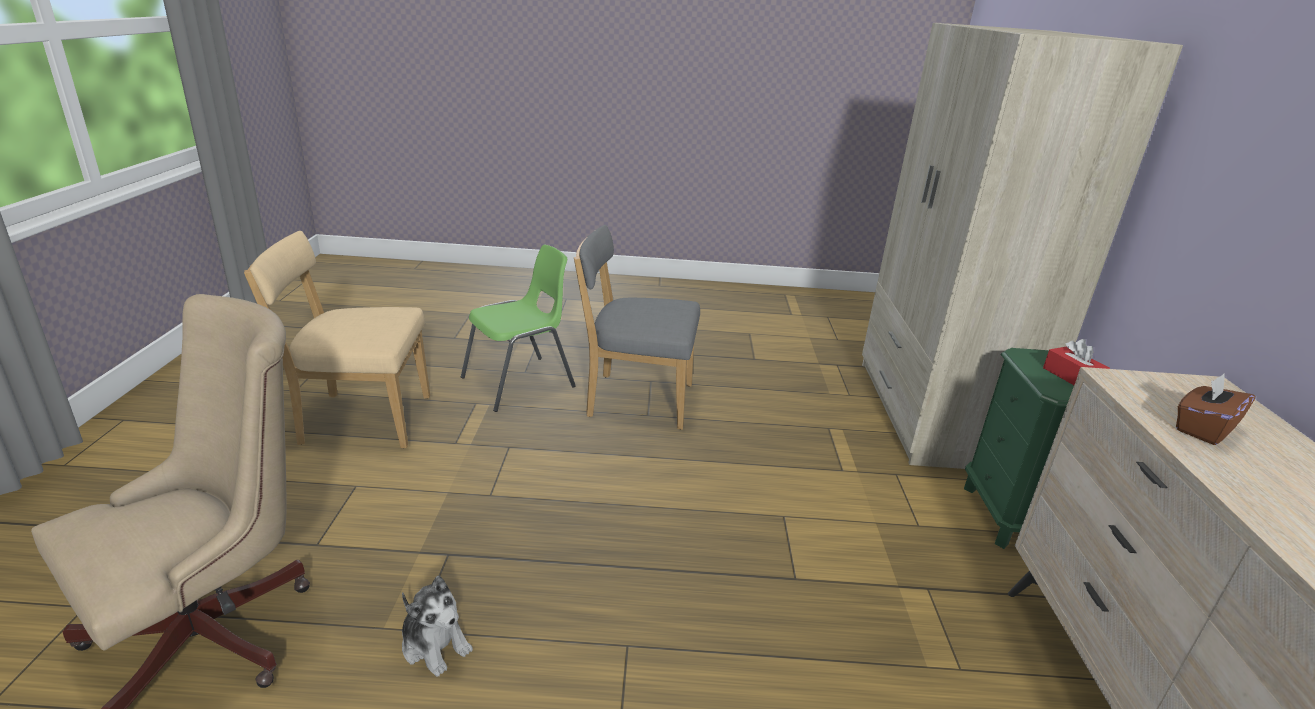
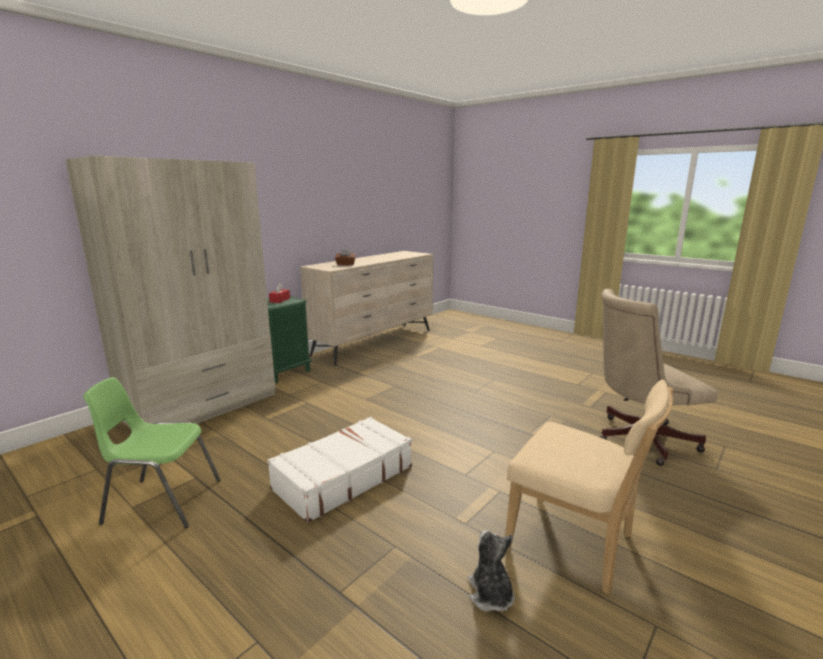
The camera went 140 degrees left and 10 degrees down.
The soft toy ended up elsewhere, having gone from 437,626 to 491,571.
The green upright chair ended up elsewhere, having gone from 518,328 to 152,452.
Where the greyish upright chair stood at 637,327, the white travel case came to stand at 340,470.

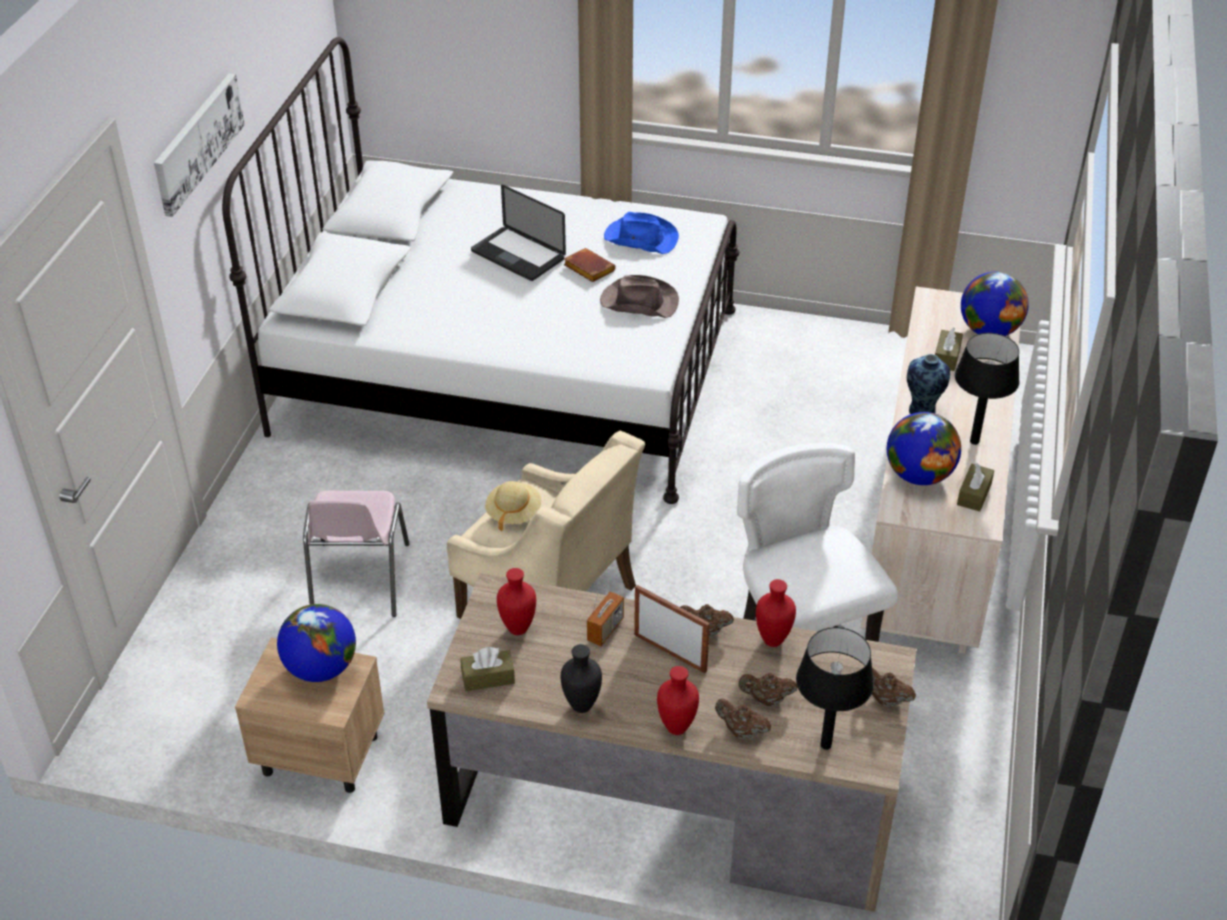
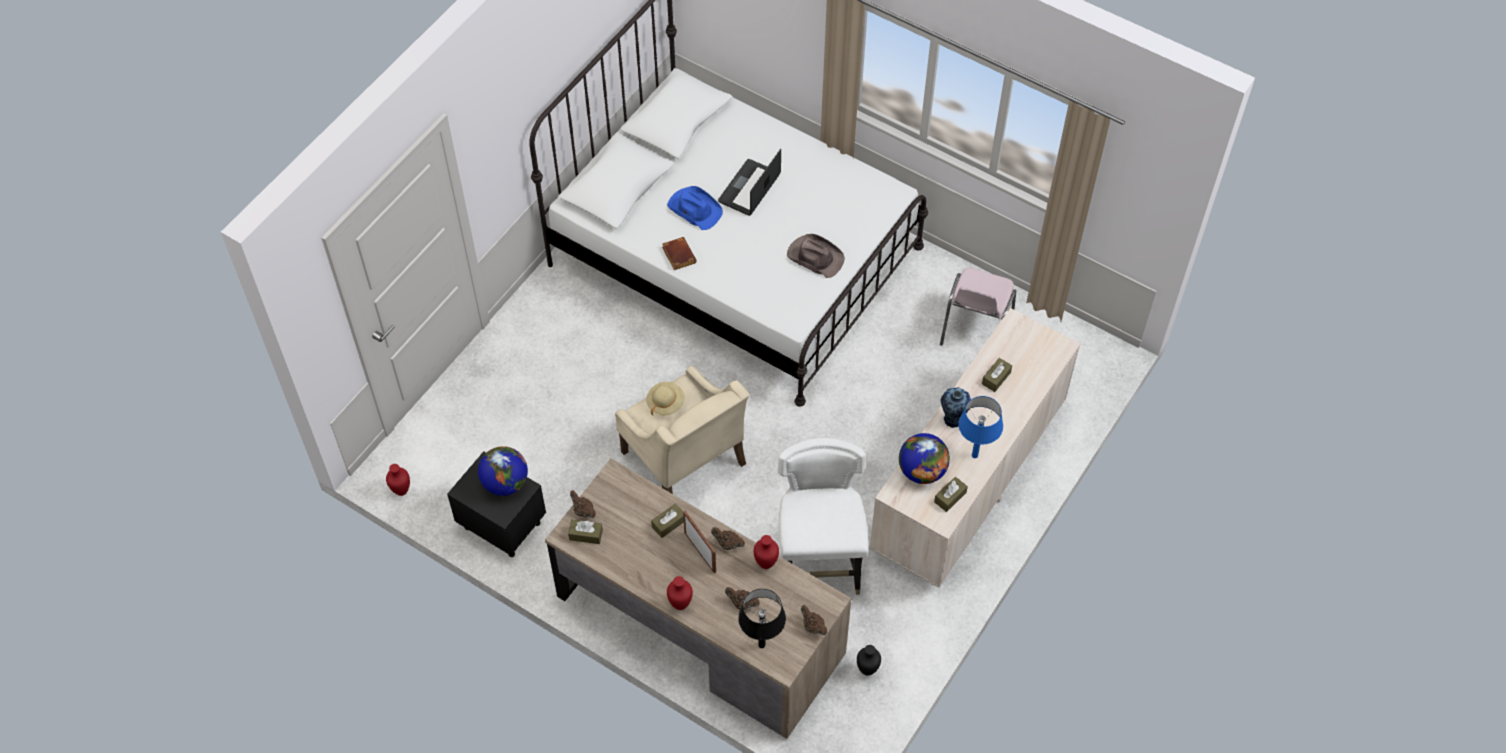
The camera went 20 degrees right and 15 degrees up.
The second view lost the wall art at 199,145.
The second view lost the globe at 995,304.
The pinkish upright chair ended up elsewhere, having gone from 356,554 to 978,307.
The reddish decorative vase ended up elsewhere, having gone from 516,601 to 398,480.
The blackish decorative vase ended up elsewhere, having gone from 581,678 to 869,660.
The brownish volume ended up elsewhere, having gone from 590,265 to 679,253.
The blue clothing hat ended up elsewhere, having gone from 641,233 to 695,208.
The brownish teapot ended up elsewhere, having gone from 743,719 to 583,504.
Where the radio set stood at 605,610, the brownish box of tissues came to stand at 667,521.
What was the sand-coloured nightstand at 310,715 turned into the blackish nightstand at 496,504.
What was the blackish lamp for a table at 987,389 turned into the blue lamp for a table at 980,427.
The notebook computer at 518,233 ended up facing another way, 60 degrees clockwise from before.

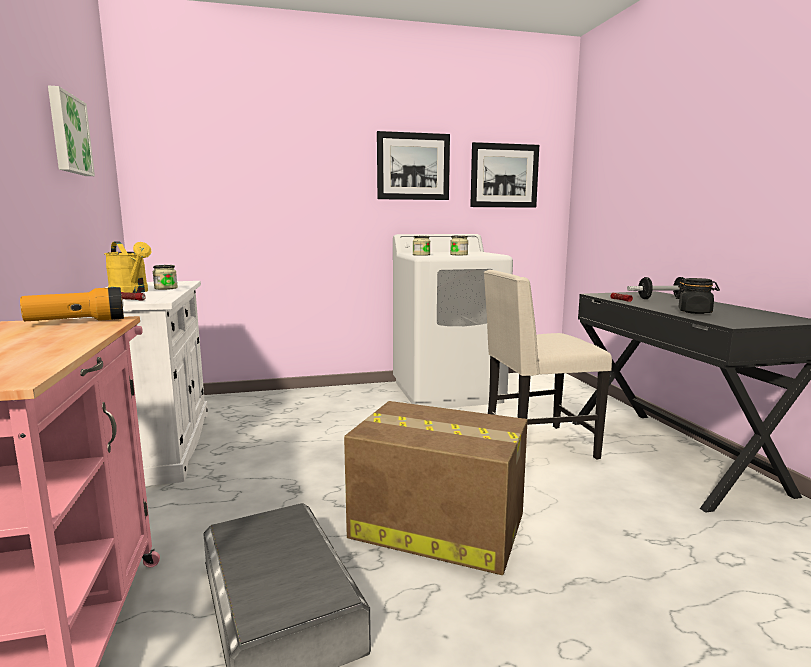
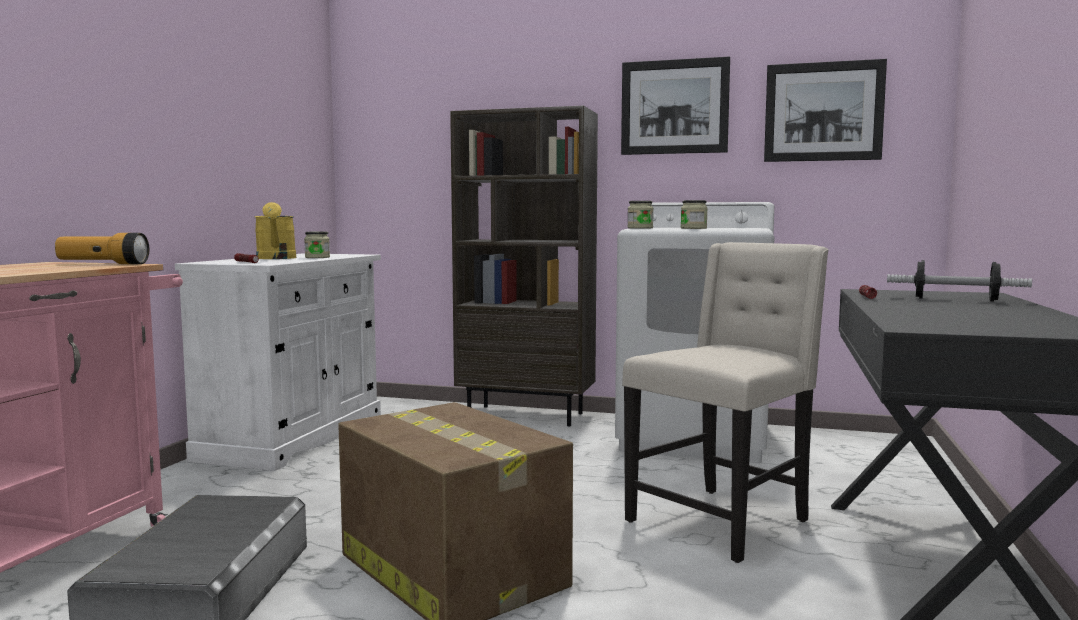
The camera went 30 degrees right and 5 degrees down.
The second view lost the wall art at 71,130.
The second view lost the blackish preserve jar at 698,296.
The second view gained the brownish shelving unit at 524,266.
The sand-coloured upright chair at 548,365 ended up facing another way, 120 degrees clockwise from before.

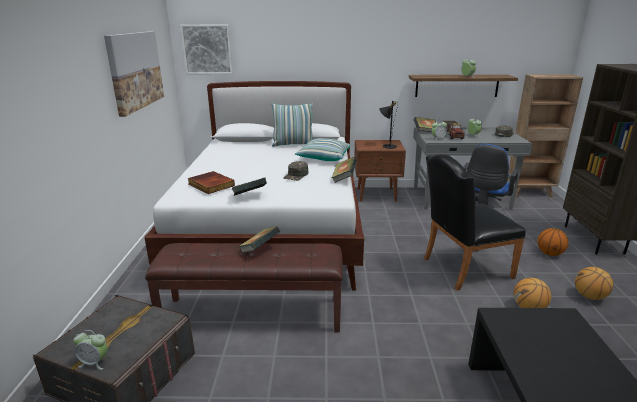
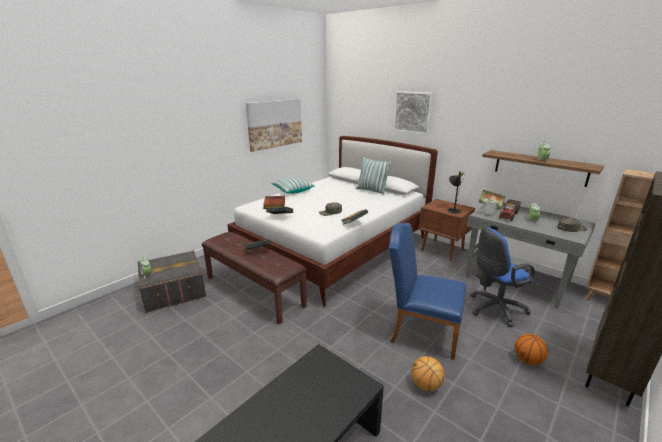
The camera went 40 degrees right and 0 degrees up.
The second view lost the ball for basketball at 594,283.
The wall art ended up elsewhere, having gone from 206,49 to 413,113.
The pillow ended up elsewhere, having gone from 323,149 to 293,185.
What was the blackish upright chair at 475,222 turned into the blue upright chair at 427,291.

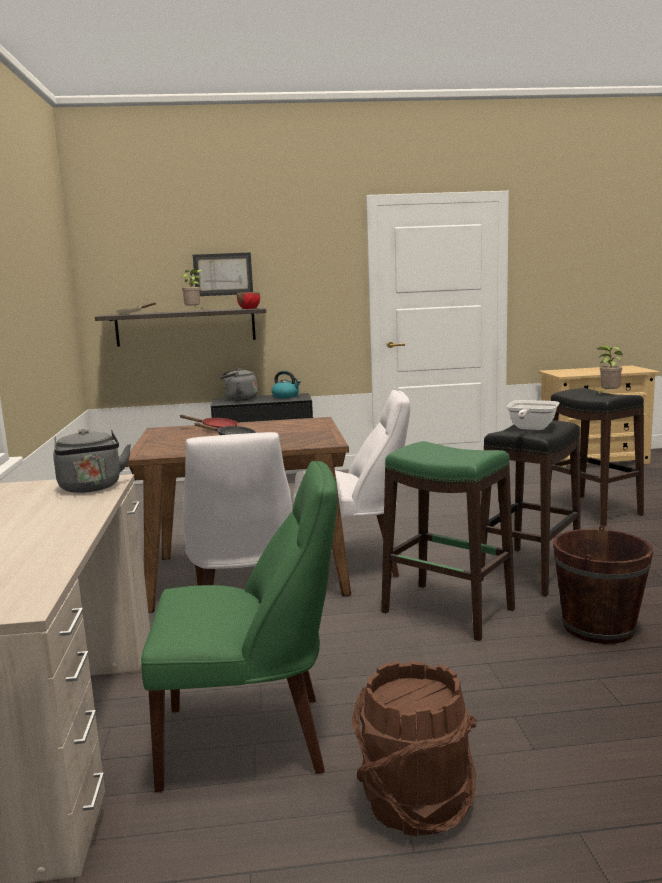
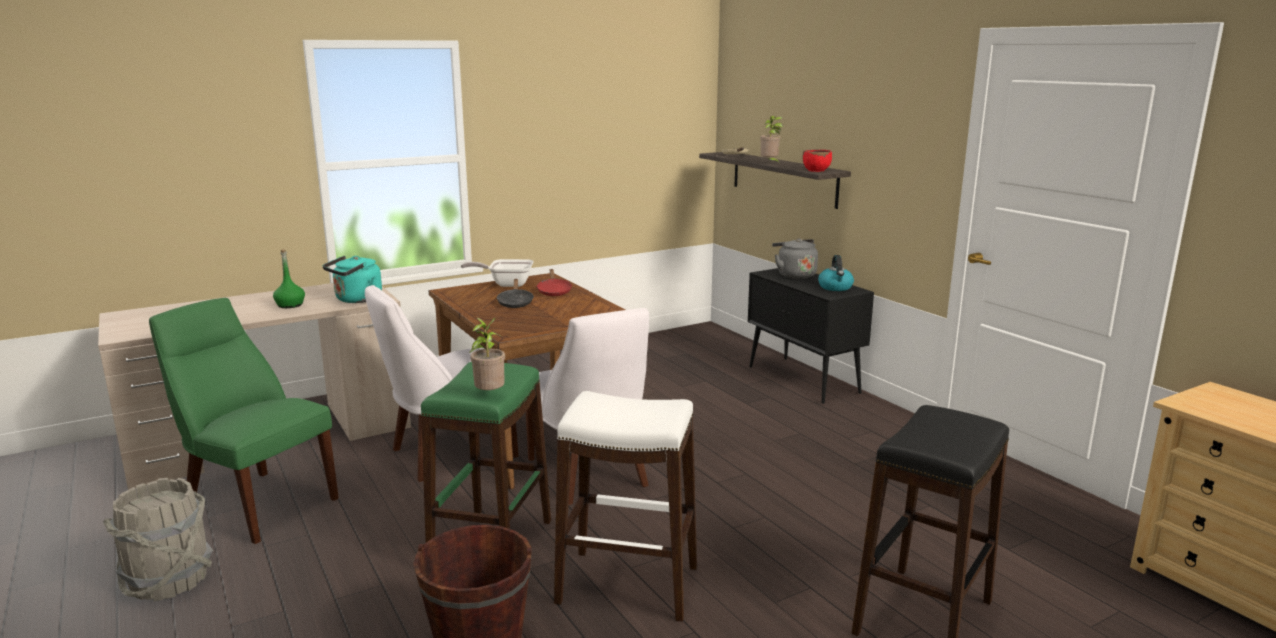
The camera went 65 degrees right and 5 degrees up.
The second view lost the wall art at 223,274.
The second view gained the green beverage bottle at 289,278.
The pan ended up elsewhere, having gone from 533,415 to 497,273.
The plant in a pot ended up elsewhere, having gone from 609,370 to 487,354.
What was the greyish kettle at 92,461 turned into the blue-green kettle at 352,279.
What was the brownish water bucket at 414,748 turned into the greyish water bucket at 158,540.
What was the blackish stool at 531,508 turned into the white stool at 625,506.
The green upright chair at 239,626 ended up facing another way, 150 degrees clockwise from before.

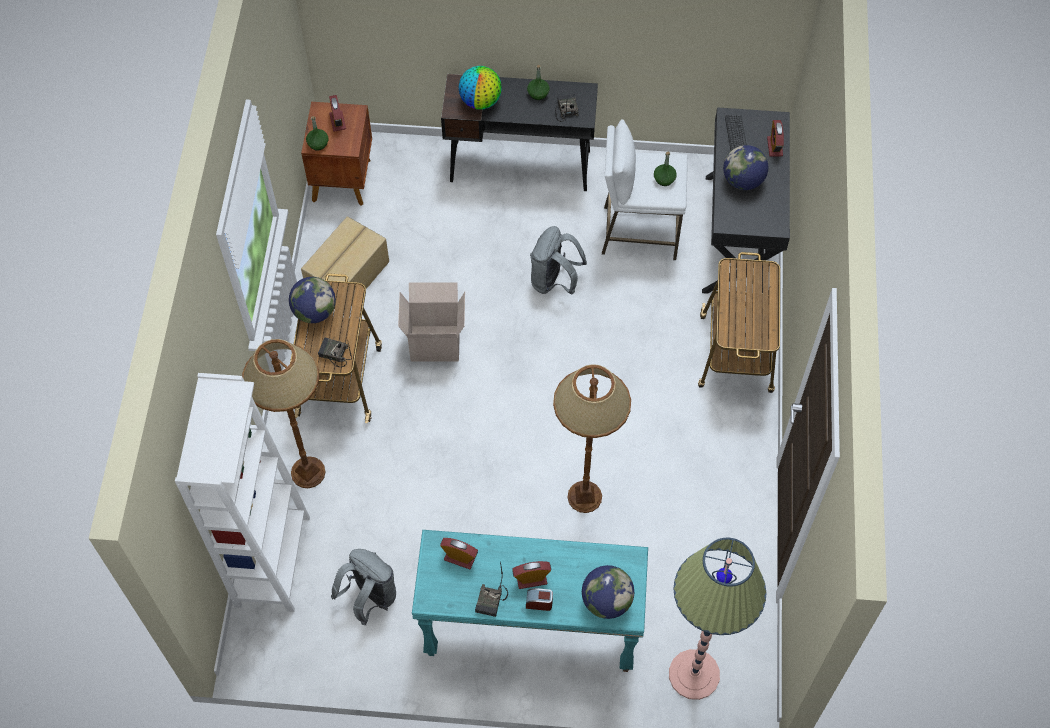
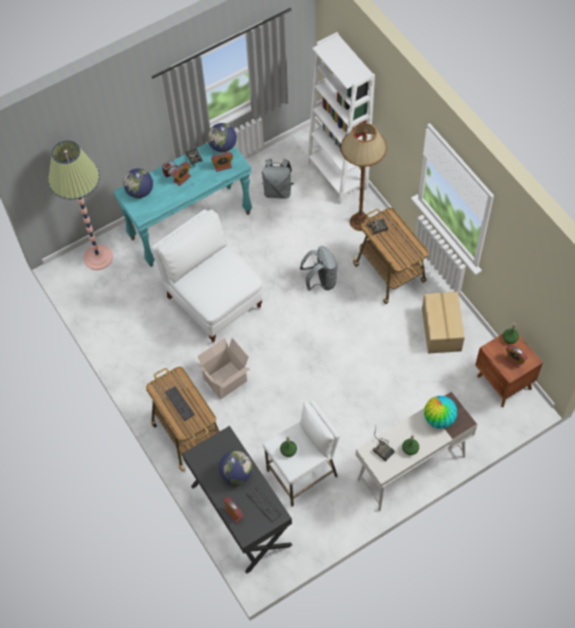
The camera went 145 degrees right and 0 degrees up.
The second view gained the computer keyboard at 180,403.
The globe ended up elsewhere, having gone from 312,300 to 222,137.
The carton ended up elsewhere, having gone from 431,322 to 223,368.
The greyish knapsack ended up elsewhere, having gone from 558,260 to 319,268.
Where the brownish standing lamp stood at 592,438, the white upright chair came to stand at 207,276.
What was the blackish desk table at 519,132 turned into the white desk table at 416,451.

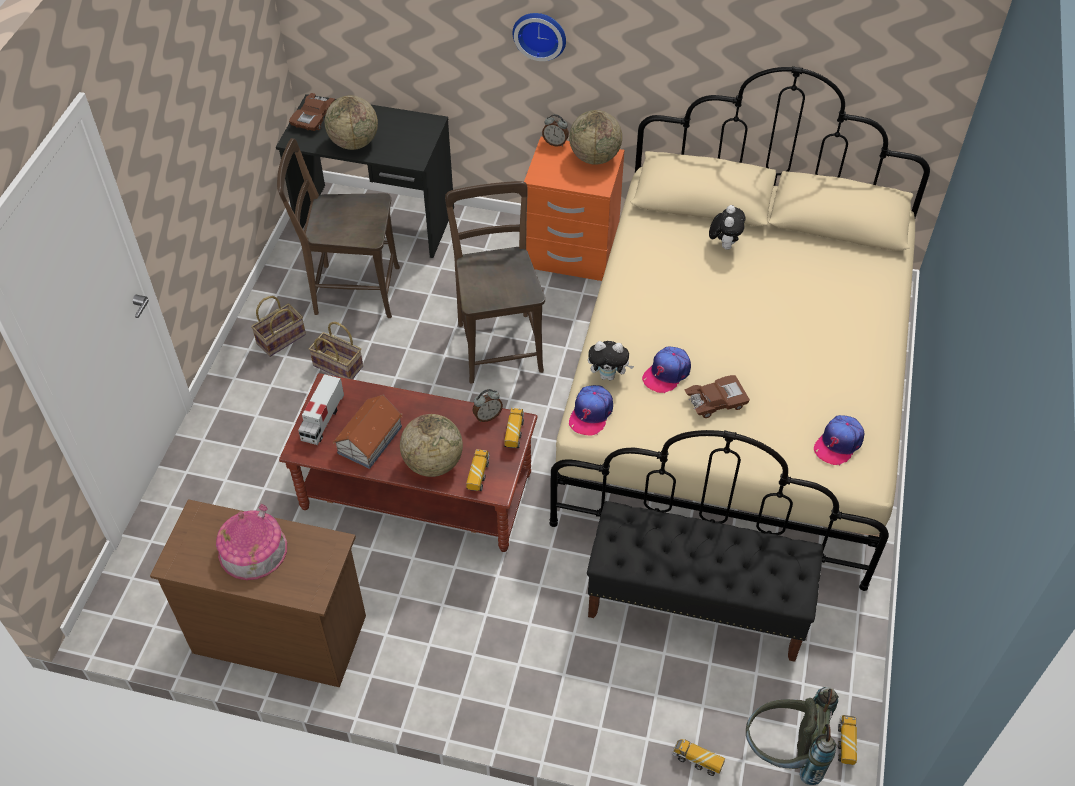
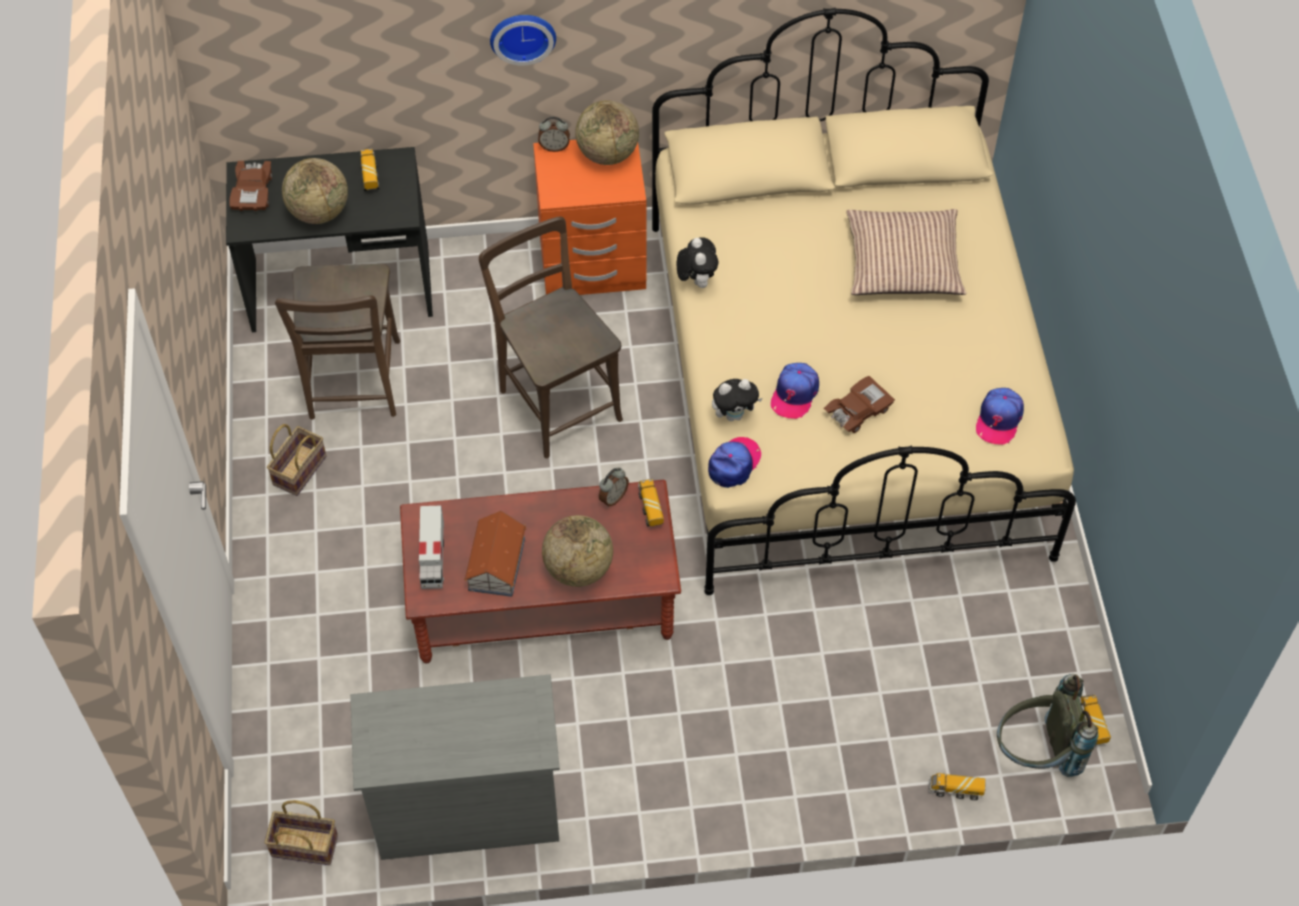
The camera went 20 degrees left and 5 degrees up.
The second view lost the model house at 251,542.
The second view lost the blackish indoor bench at 705,581.
The second view gained the pillow at 906,252.
The basket ended up elsewhere, having gone from 336,351 to 301,832.
The toy lorry ended up elsewhere, having gone from 478,470 to 370,170.
The soft toy ended up elsewhere, having gone from 727,227 to 697,262.
What was the brownish chest of drawers at 258,593 turned into the greyish chest of drawers at 455,767.
The brownish upright chair at 338,228 ended up facing another way, 75 degrees counterclockwise from before.
The baseball cap at 591,410 ended up facing another way, 150 degrees counterclockwise from before.

